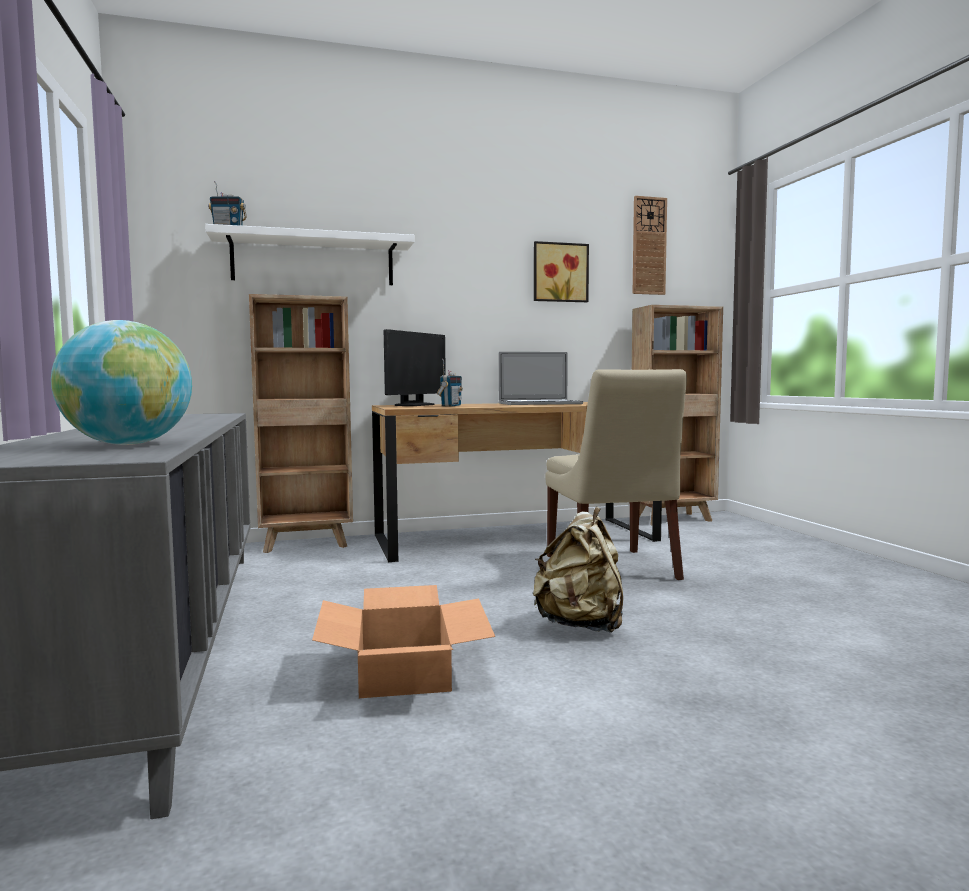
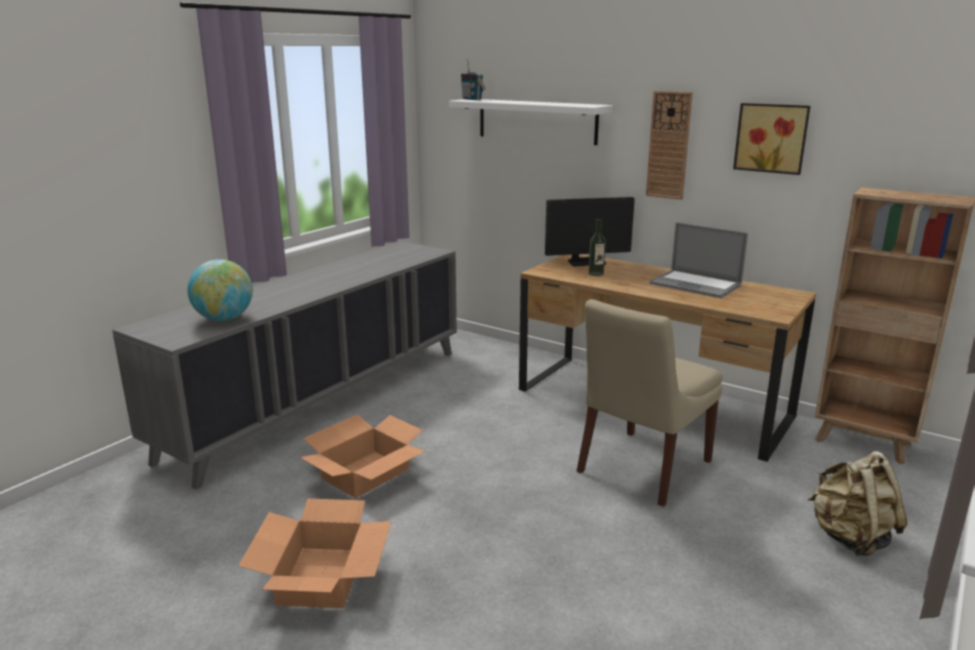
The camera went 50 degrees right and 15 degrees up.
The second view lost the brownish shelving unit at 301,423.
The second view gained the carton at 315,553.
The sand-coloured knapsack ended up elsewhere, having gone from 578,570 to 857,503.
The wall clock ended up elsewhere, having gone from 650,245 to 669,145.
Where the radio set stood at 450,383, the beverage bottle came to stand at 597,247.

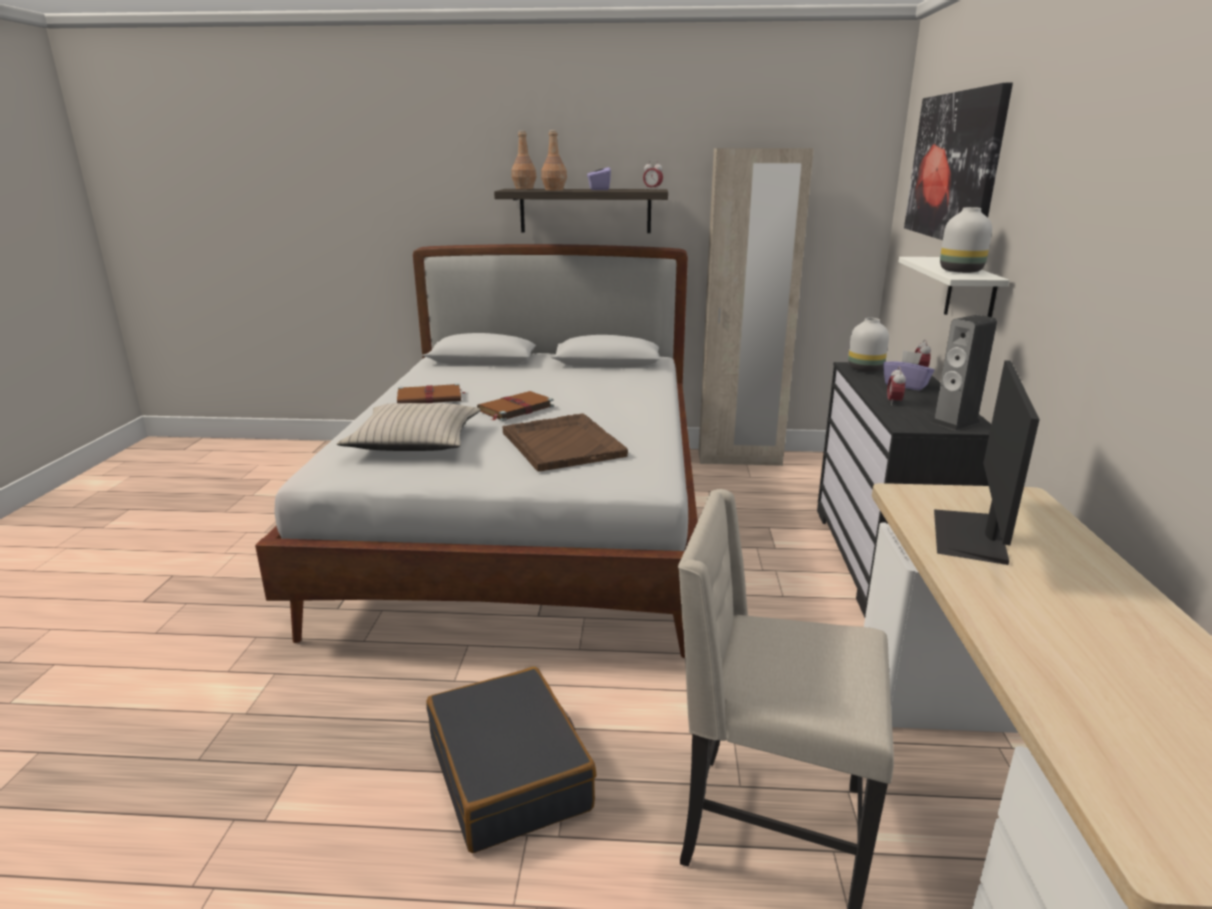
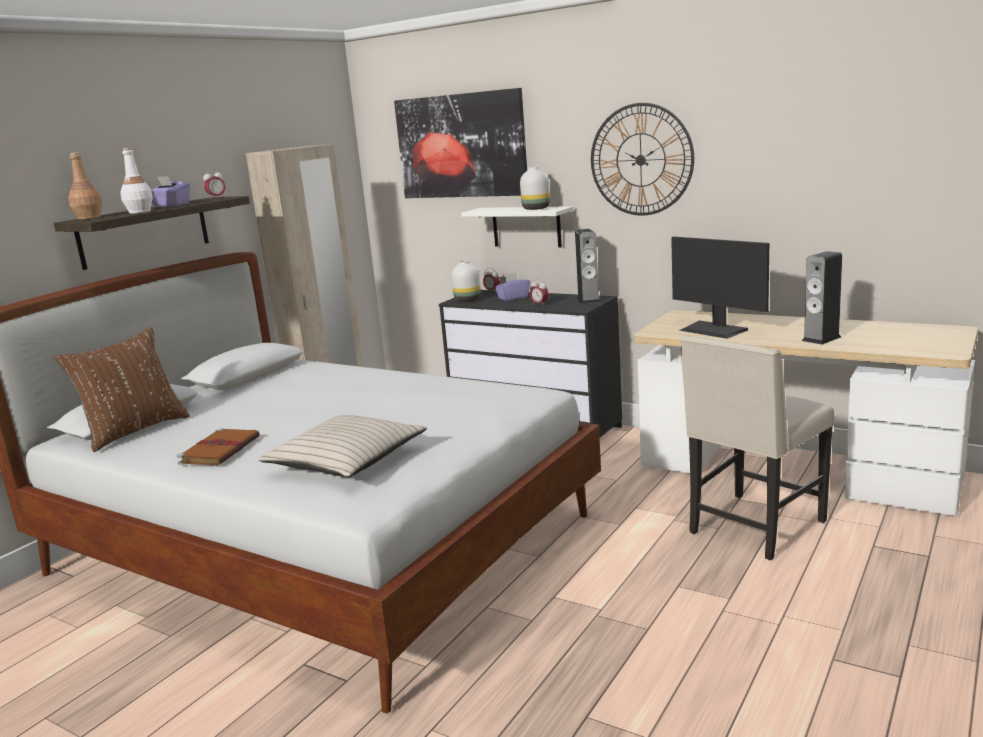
The camera went 60 degrees left and 5 degrees down.
The second view lost the blackish travel case at 511,760.
The second view lost the brownish volume at 515,406.
The second view lost the brownish carrying tray at 565,442.
The second view gained the brownish pillow at 122,389.
The second view gained the wall clock at 642,159.
The second view gained the loudspeaker at 822,298.
What was the brownish beverage bottle at 554,160 turned into the white beverage bottle at 136,181.

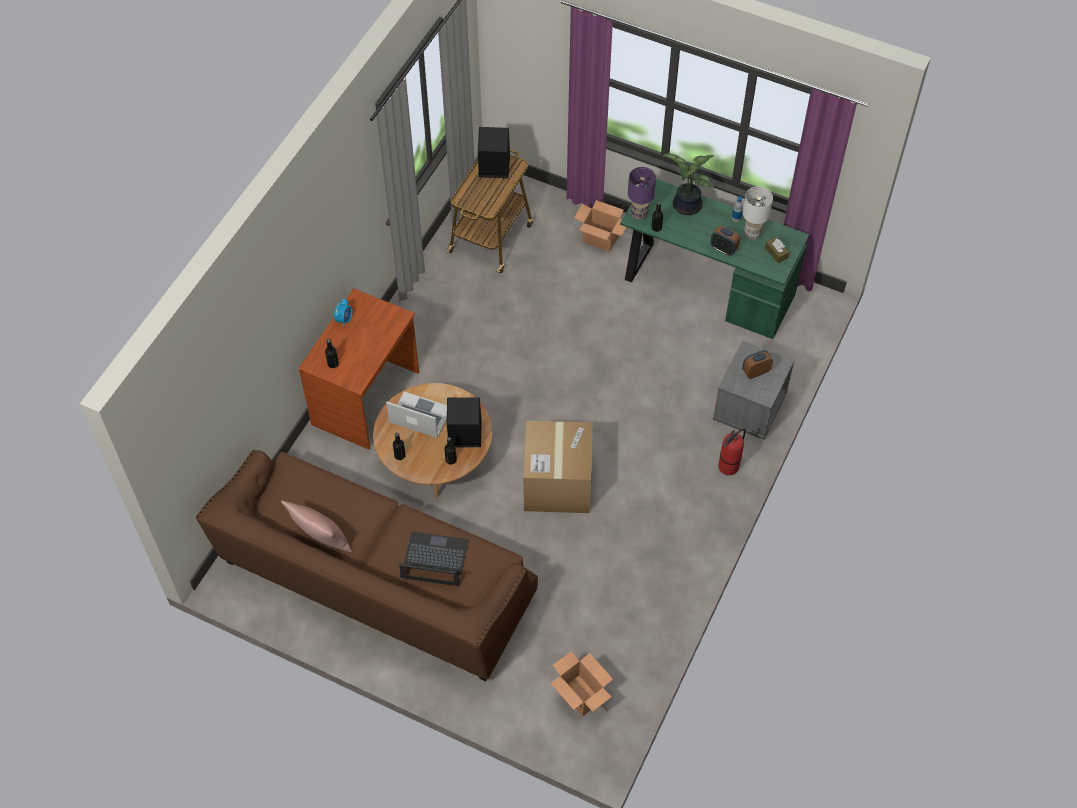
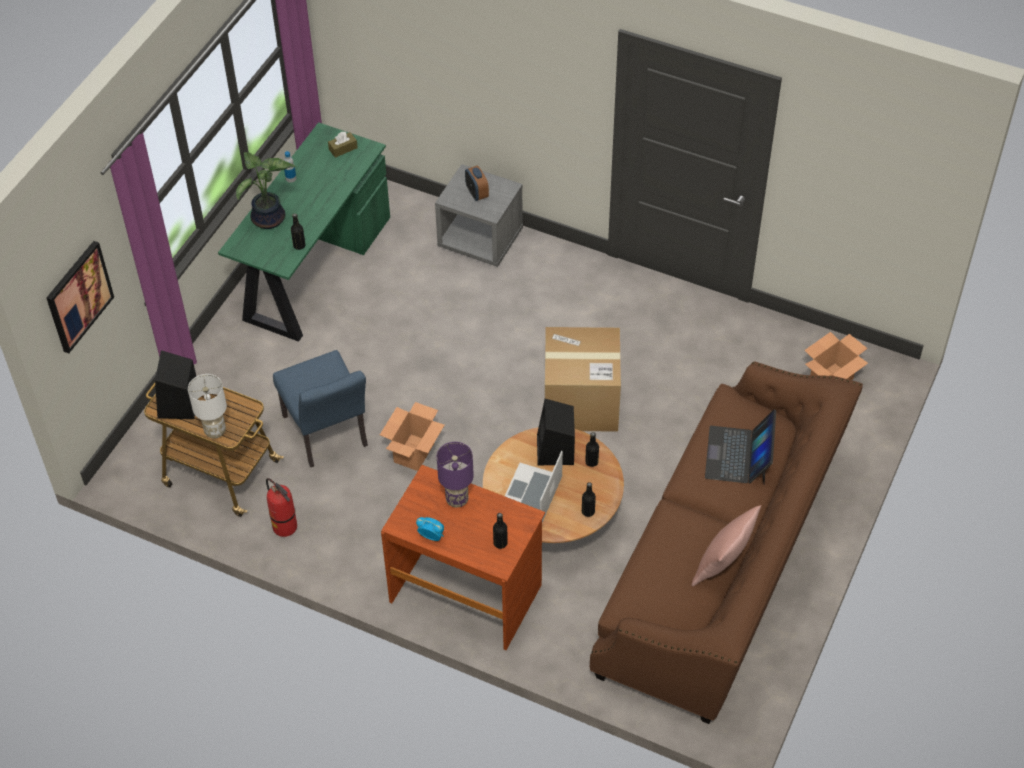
The camera went 90 degrees left and 5 degrees down.
The second view lost the table clock at 725,241.
The second view gained the wall art at 80,297.
The second view gained the blue upright chair at 320,408.
The carton ended up elsewhere, having gone from 600,226 to 412,436.
The purple-coloured lamp for a table ended up elsewhere, having gone from 642,193 to 455,475.
The fire extinguisher ended up elsewhere, having gone from 732,452 to 281,507.
The white lamp for a table ended up elsewhere, having gone from 758,213 to 207,406.

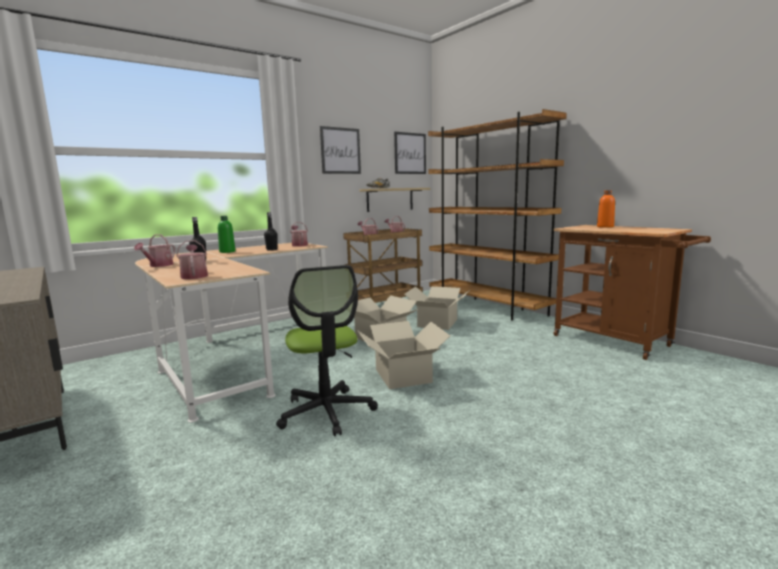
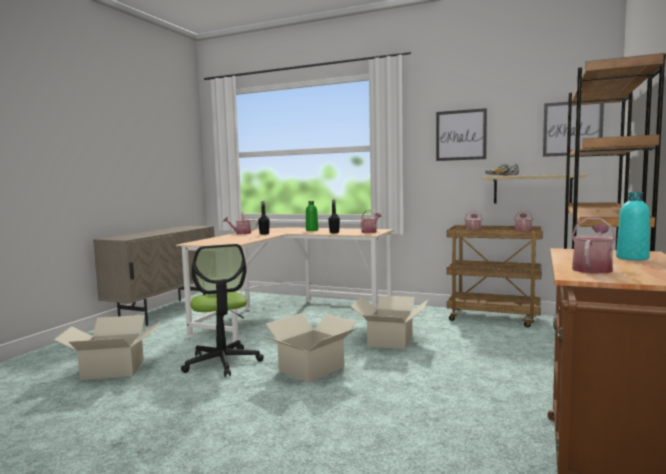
The camera went 60 degrees right and 5 degrees down.
The watering pot ended up elsewhere, having gone from 192,259 to 593,246.
The carton ended up elsewhere, having gone from 437,308 to 107,347.
What was the orange-coloured beverage bottle at 606,209 turned into the blue-green beverage bottle at 633,226.
The office chair at 327,350 ended up facing another way, 60 degrees counterclockwise from before.

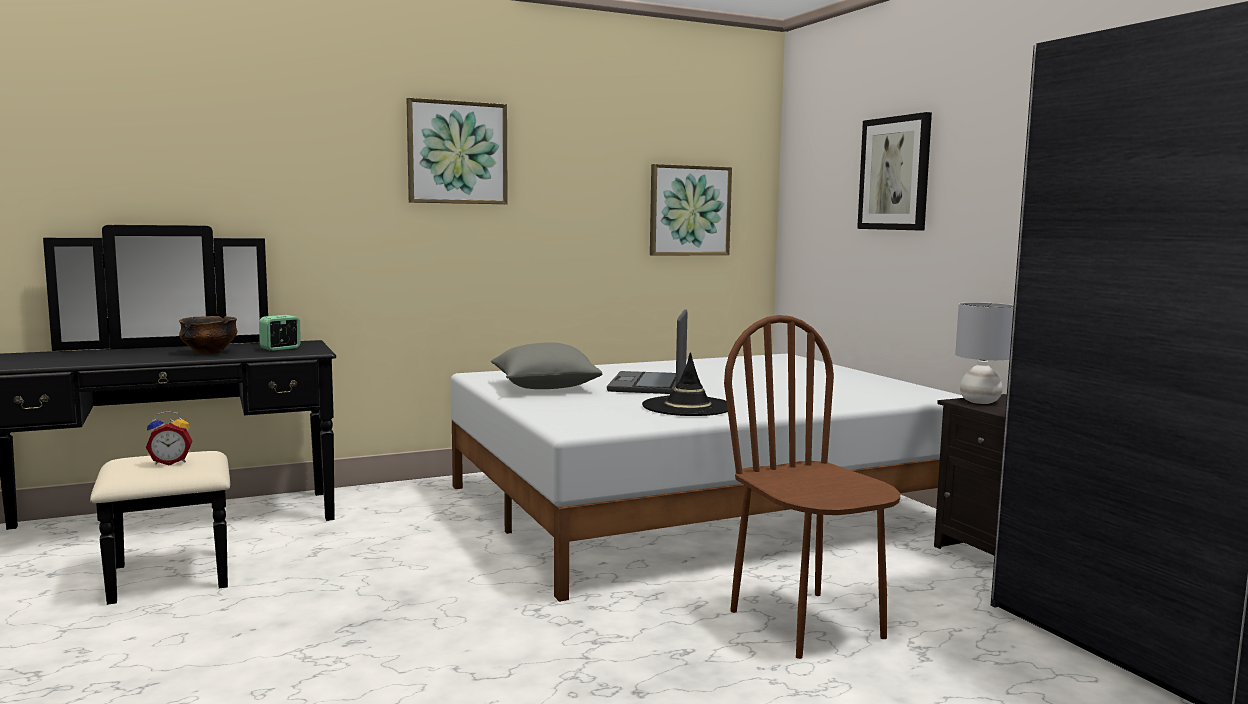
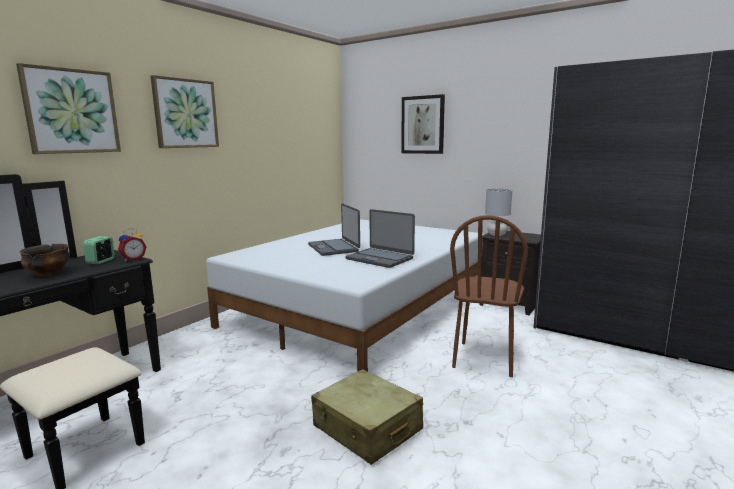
The camera went 30 degrees left and 5 degrees up.
The second view lost the greyish pillow at 546,365.
The second view gained the sand-coloured travel case at 367,417.
The table clock ended up elsewhere, having gone from 169,438 to 132,244.
The wall art ended up elsewhere, having gone from 691,210 to 68,108.
Where the blackish clothing hat stood at 685,384, the notebook computer came to stand at 380,238.
The brownish upright chair at 812,487 ended up facing another way, 105 degrees counterclockwise from before.

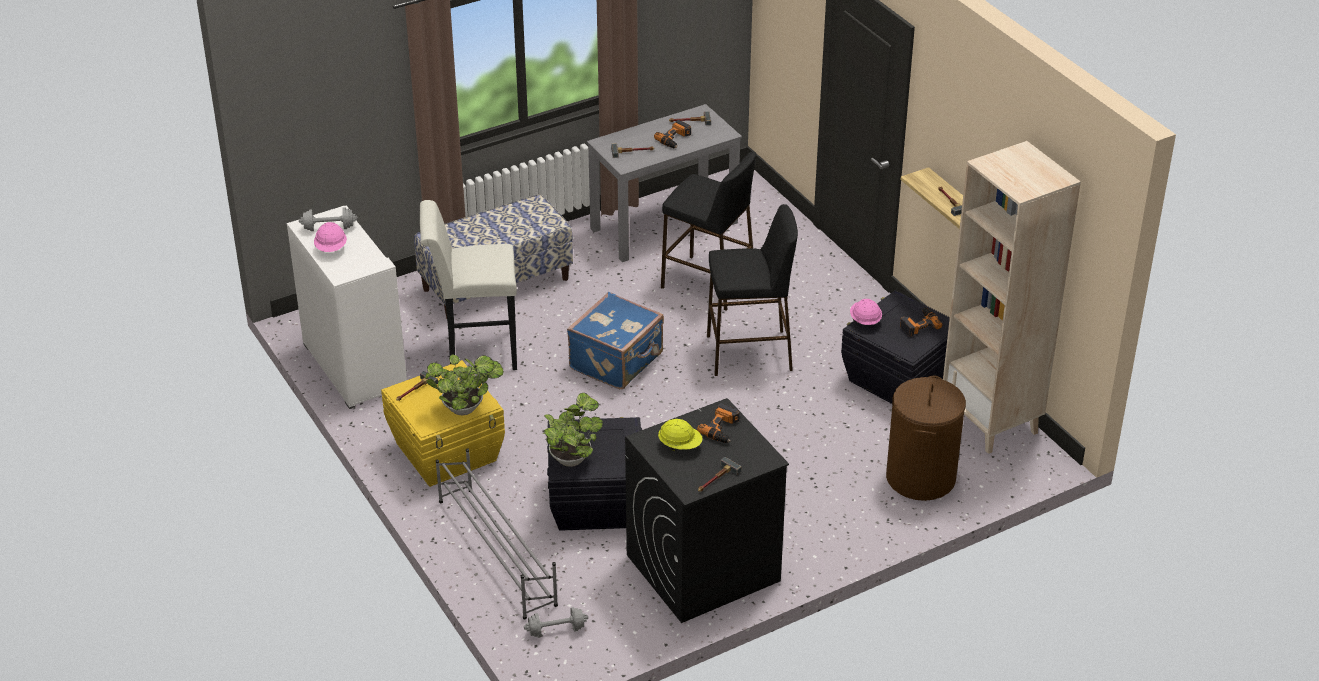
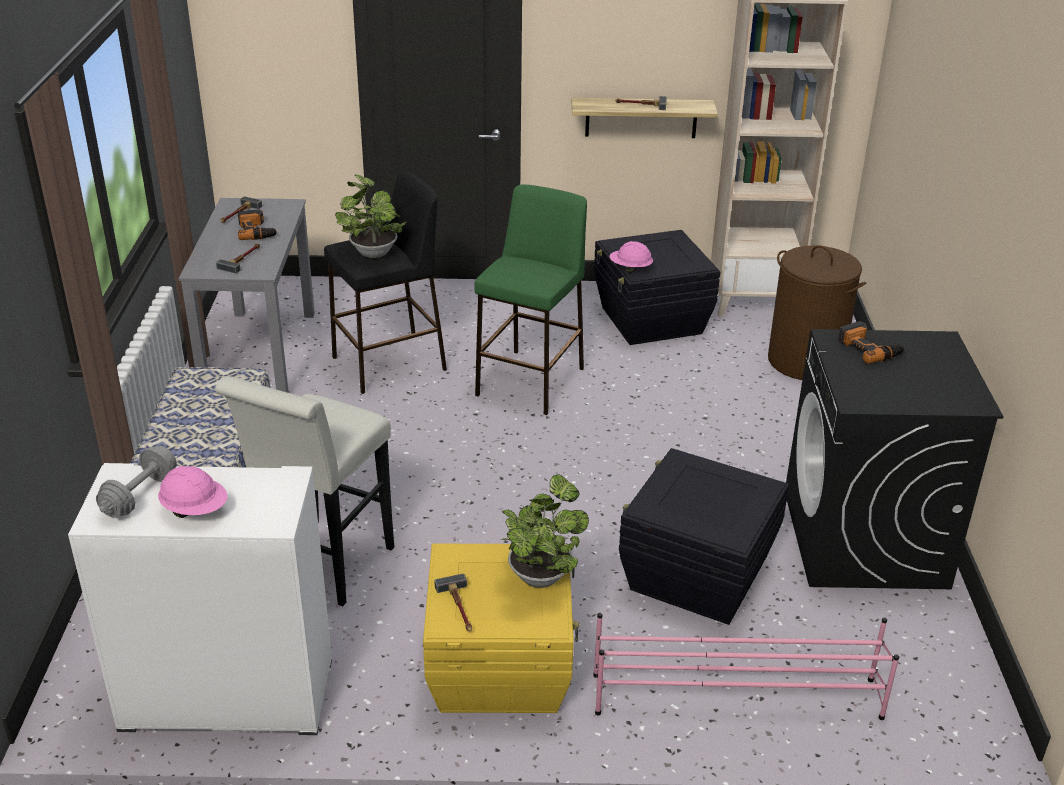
The camera went 60 degrees left and 5 degrees down.
The second view lost the greyish free weight at 556,622.
The second view lost the blue travel case at 615,340.
The second view lost the yellow-coloured work helmet at 680,435.
The second view lost the tool hammer at 720,474.
The second view lost the electric drill at 921,322.
The plant in a pot ended up elsewhere, having gone from 573,430 to 371,216.
What was the greyish shoe stand at 497,534 turned into the pinkish shoe stand at 746,666.
What was the blackish stool at 752,290 turned into the green stool at 530,299.

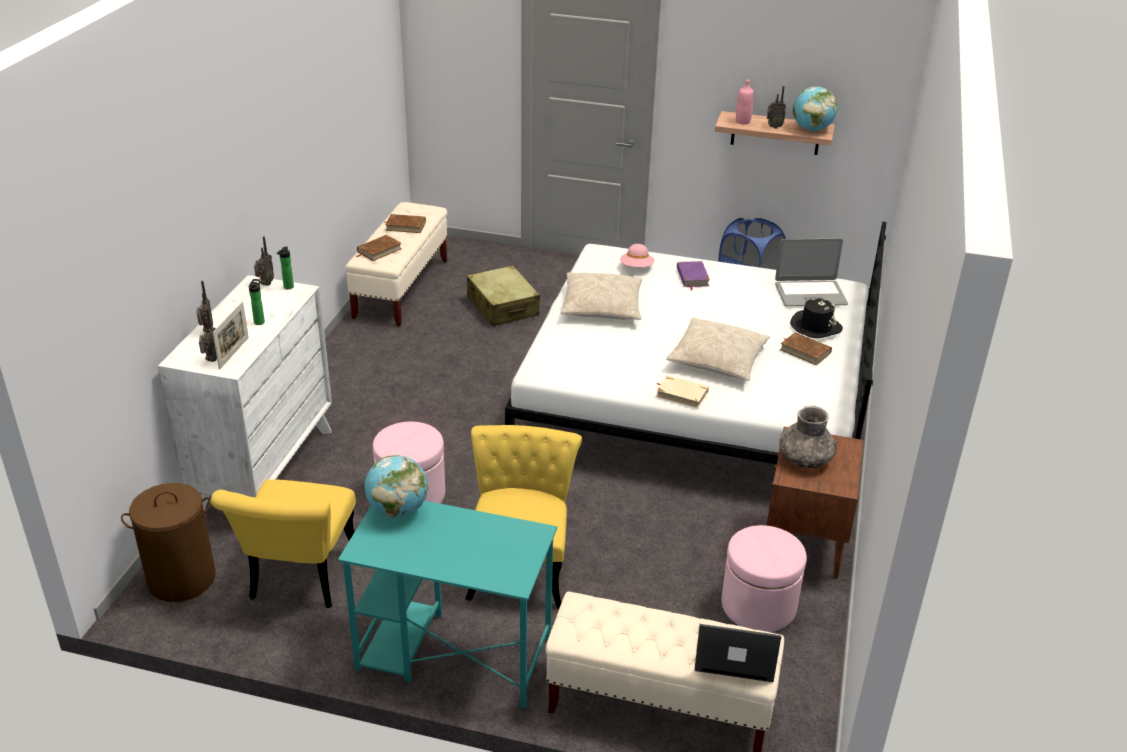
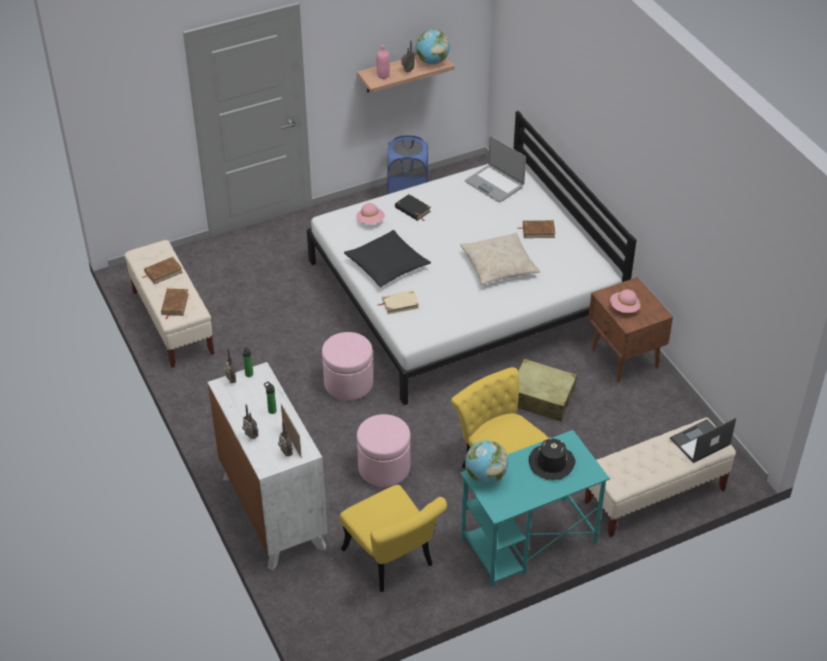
The camera went 40 degrees left and 10 degrees up.
The second view lost the brownish washing basket at 168,542.
The sand-coloured travel case ended up elsewhere, having gone from 503,295 to 547,389.
The sand-coloured volume ended up elsewhere, having gone from 682,392 to 398,302.
The pinkish pouffe ended up elsewhere, having gone from 764,578 to 347,366.
The blackish clothing hat ended up elsewhere, having gone from 816,317 to 552,459.
Where the greyish decorative vase stood at 807,436, the pinkish clothing hat came to stand at 625,301.
What was the sand-coloured pillow at 601,296 turned into the blackish pillow at 387,258.
What was the purple-coloured volume at 693,275 turned into the blackish volume at 413,207.
The notebook computer at 811,272 ended up facing another way, 90 degrees clockwise from before.

